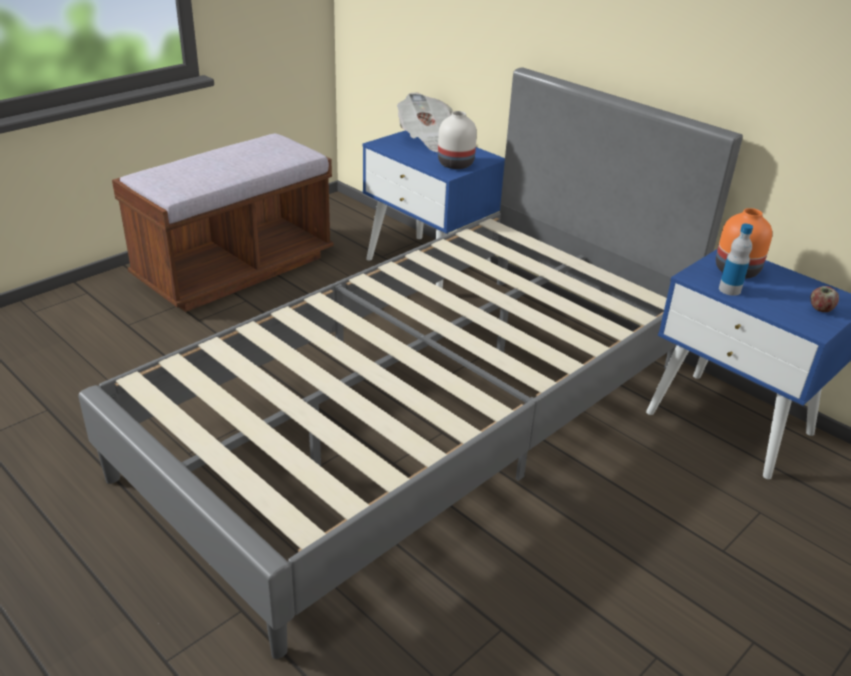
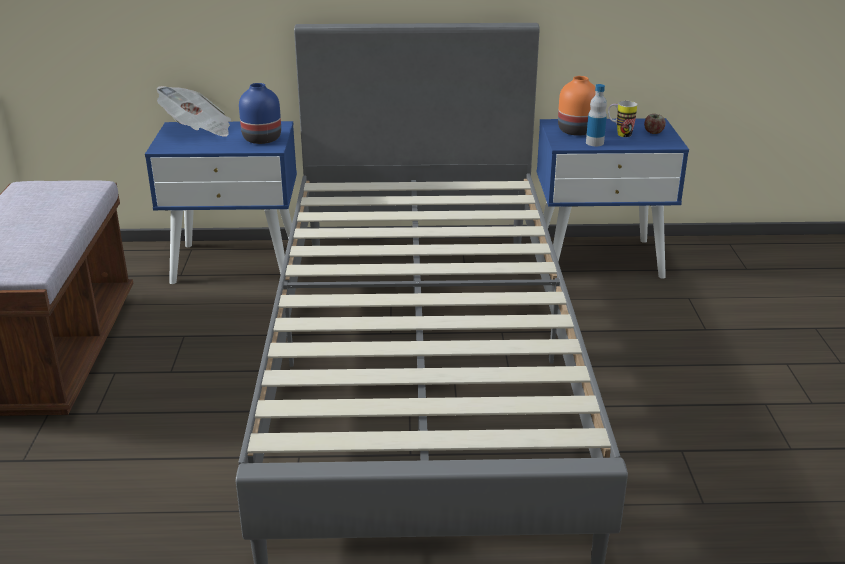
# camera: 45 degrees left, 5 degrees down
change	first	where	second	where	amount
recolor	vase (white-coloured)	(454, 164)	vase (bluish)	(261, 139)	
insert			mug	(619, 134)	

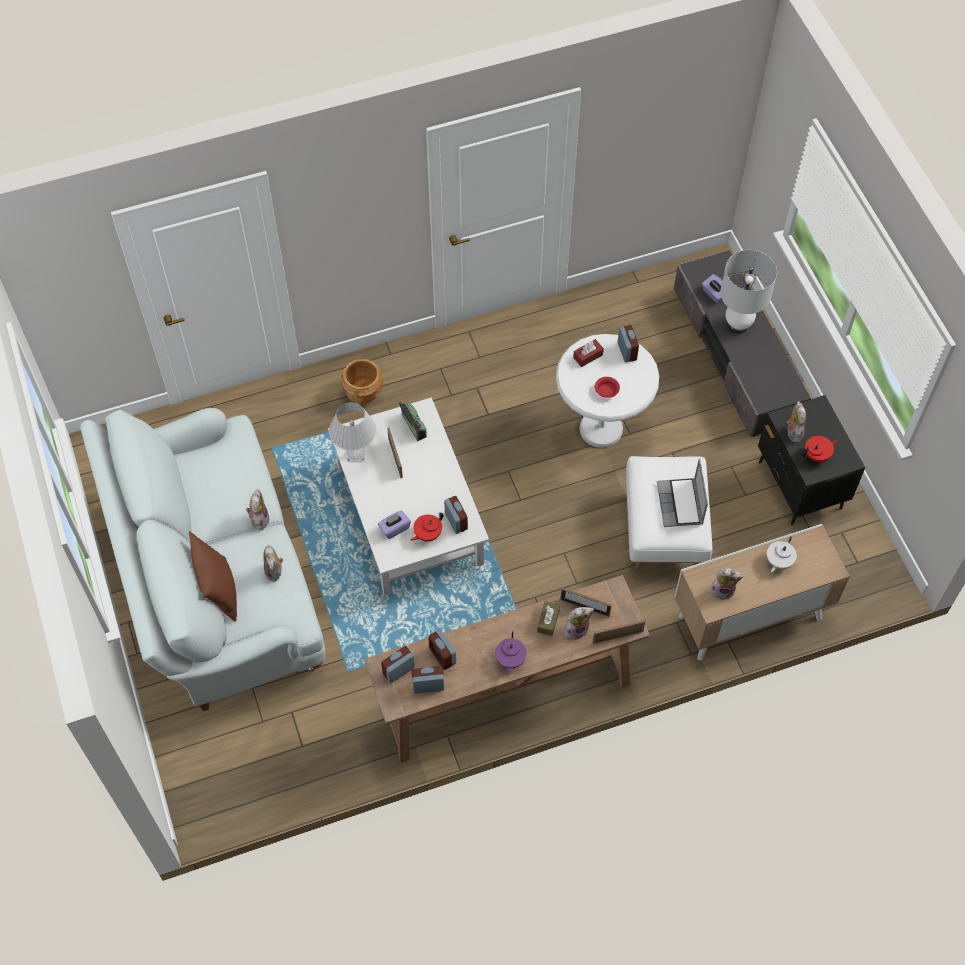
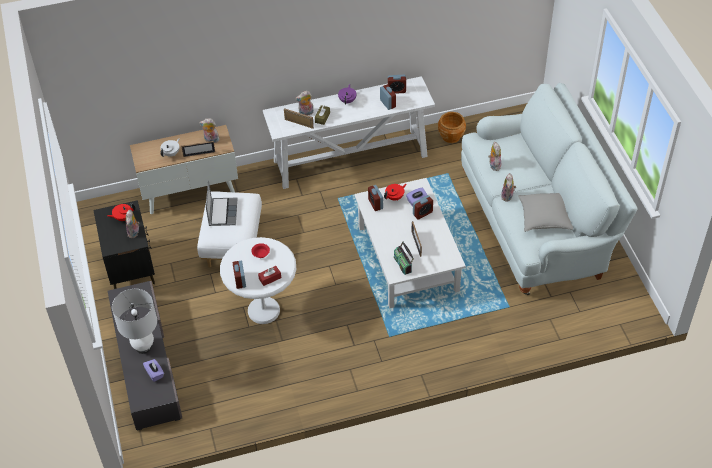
# camera: 175 degrees left, 10 degrees down
change	first	where	second	where	amount
move	plant pot (brown)	(363, 392)		(451, 136)	
delete	table lamp (white-coloured)	(356, 454)			
delete	pillow (brown)	(219, 591)			
recolor	console table (brown)	(504, 695)	console table (white-coloured)	(351, 158)	
move	standing frame	(618, 637)		(199, 154)	
move	bedside clock	(398, 670)		(422, 213)	
insert			pillow (greyish)	(544, 217)	

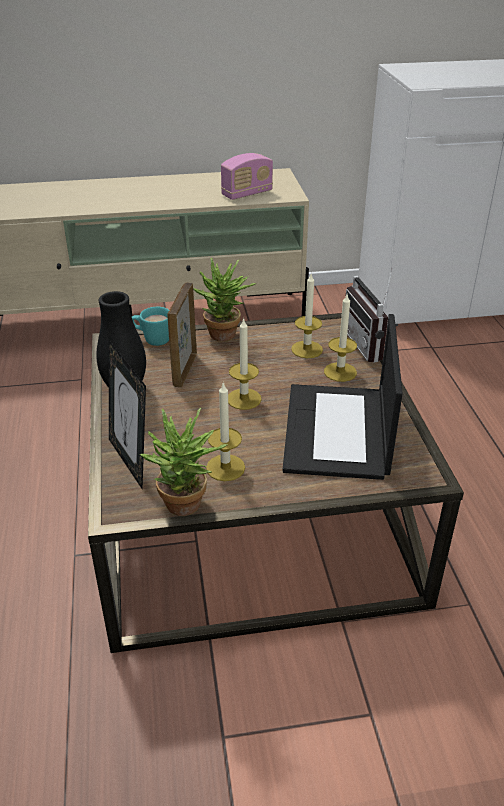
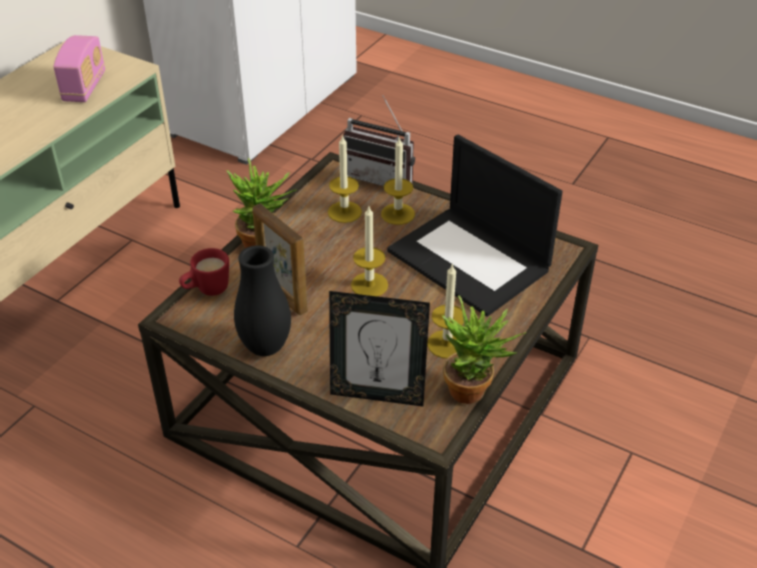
# camera: 50 degrees left, 5 degrees up
change	first	where	second	where	amount
recolor	mug (turquoise)	(152, 339)	mug (reddish)	(206, 290)	

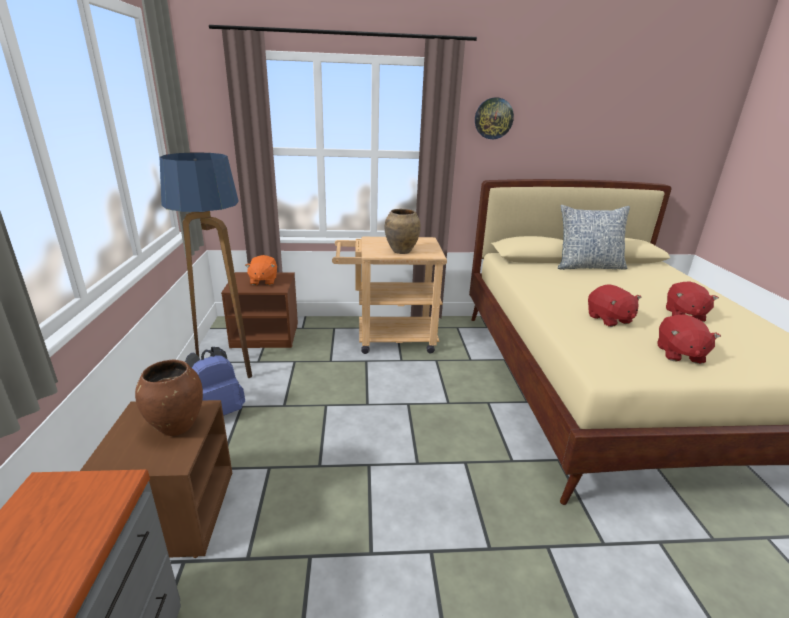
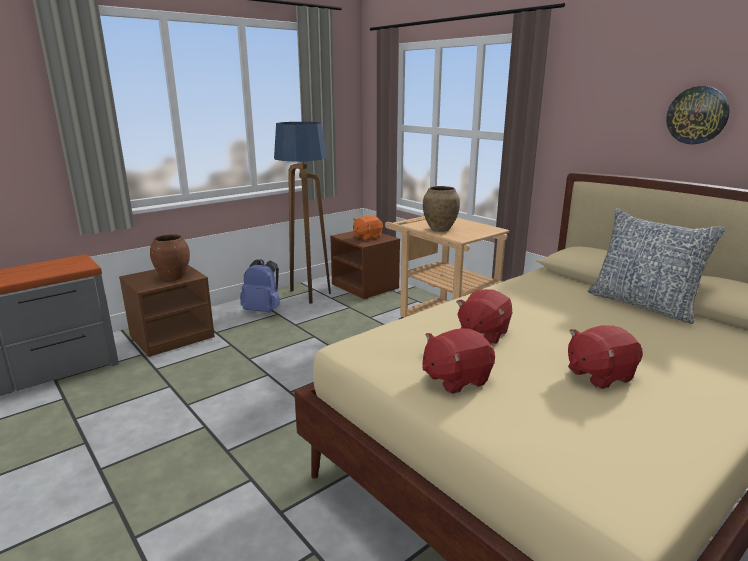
# camera: 55 degrees right, 5 degrees down
change	first	where	second	where	amount
move	wall clock	(493, 118)		(697, 115)	

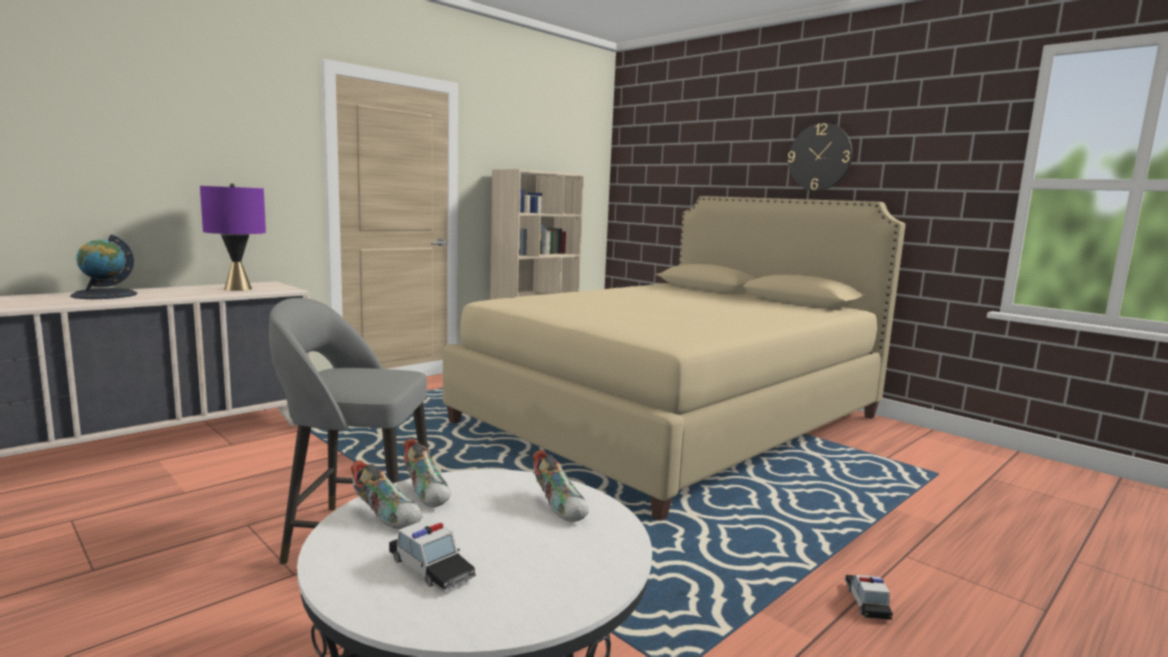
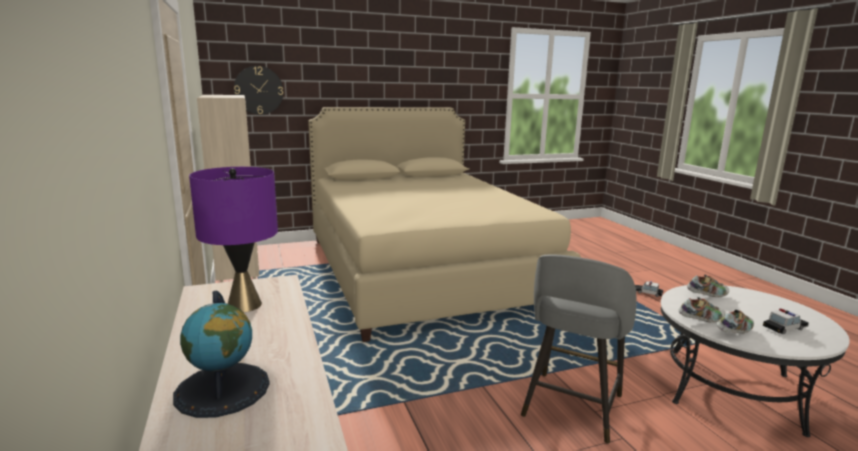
# camera: 65 degrees left, 5 degrees up
change	first	where	second	where	amount
move	wall clock	(820, 157)		(259, 90)	

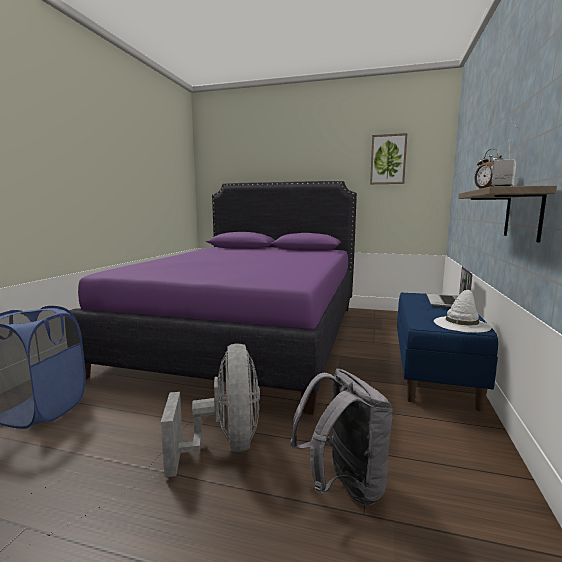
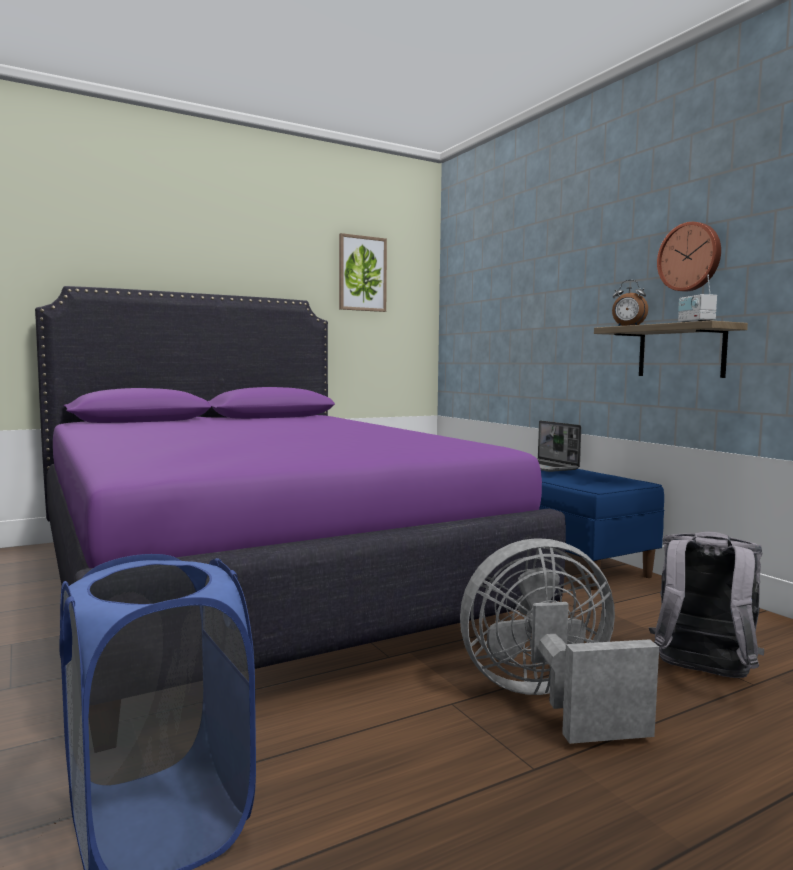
# camera: 45 degrees left, 5 degrees down
change	first	where	second	where	amount
delete	clothing hat (white-coloured)	(461, 324)			
rotate	fan (greyish)	(225, 445)		(548, 701)	45 degrees counterclockwise
insert			wall clock	(690, 257)	

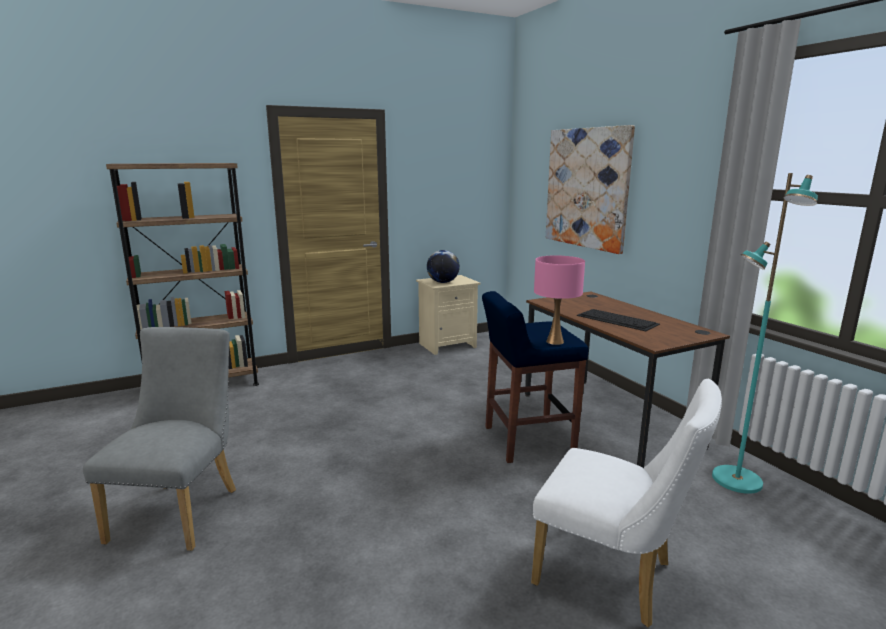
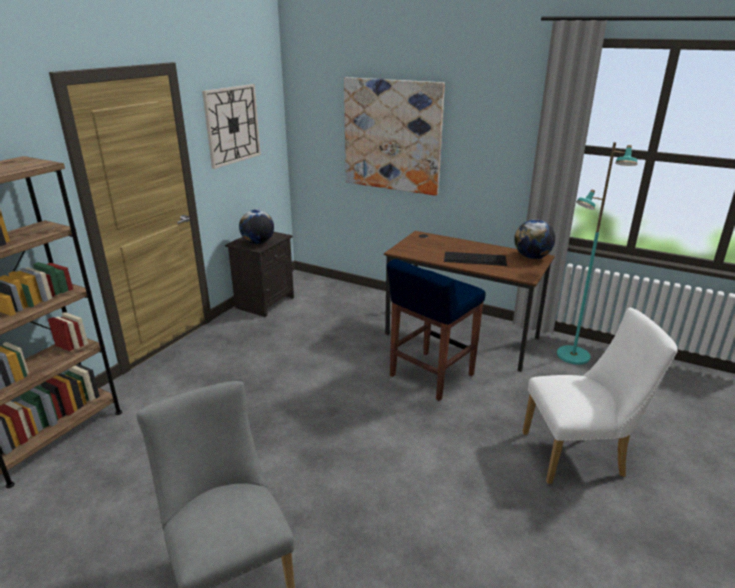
# camera: 35 degrees left, 10 degrees up
change	first	where	second	where	amount
delete	table lamp (pinkish)	(554, 341)			
recolor	night table (beige)	(447, 345)	night table (black)	(264, 302)	
insert			wall clock	(232, 125)	
insert			globe	(532, 257)	

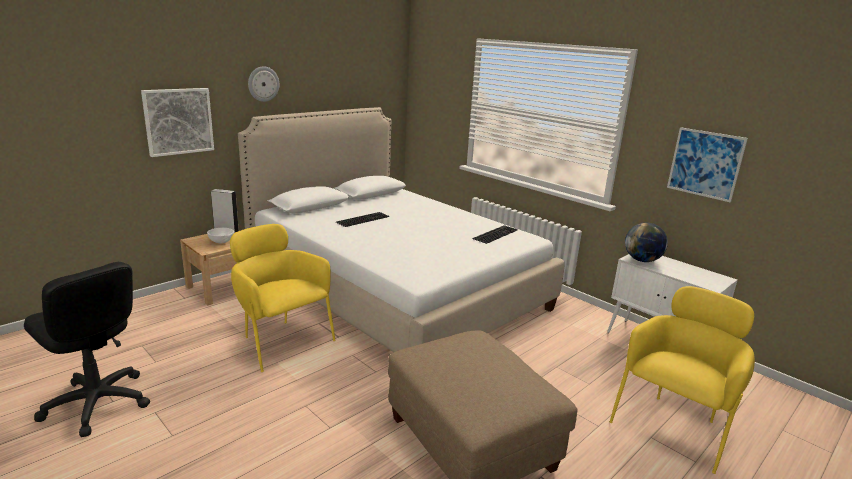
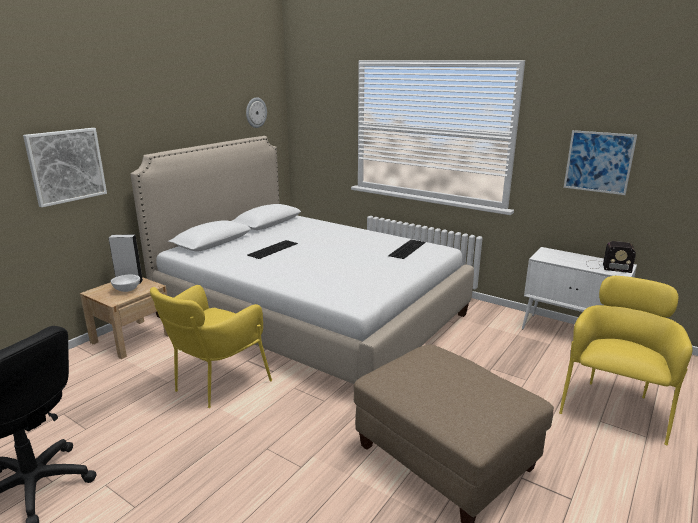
# camera: 10 degrees left, 0 degrees up
change	first	where	second	where	amount
move	wall clock	(263, 84)		(255, 112)	
delete	globe	(642, 260)			
rotate	easy chair (yellow)	(280, 341)		(214, 384)	90 degrees counterclockwise
insert			radio receiver	(606, 266)	

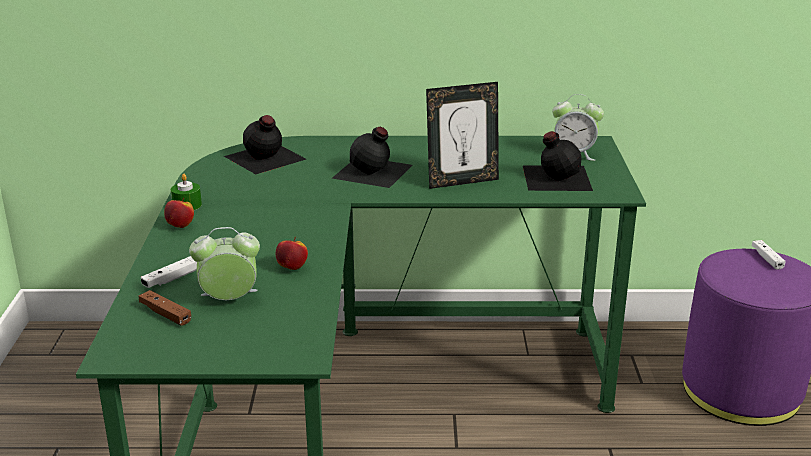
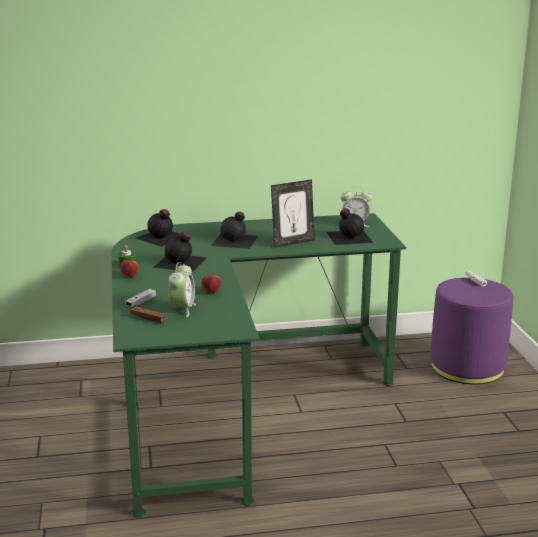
# camera: 10 degrees left, 5 degrees down
change	first	where	second	where	amount
rotate	bedside clock	(229, 300)		(182, 309)	120 degrees clockwise
insert			drink bottle (black)	(181, 262)	

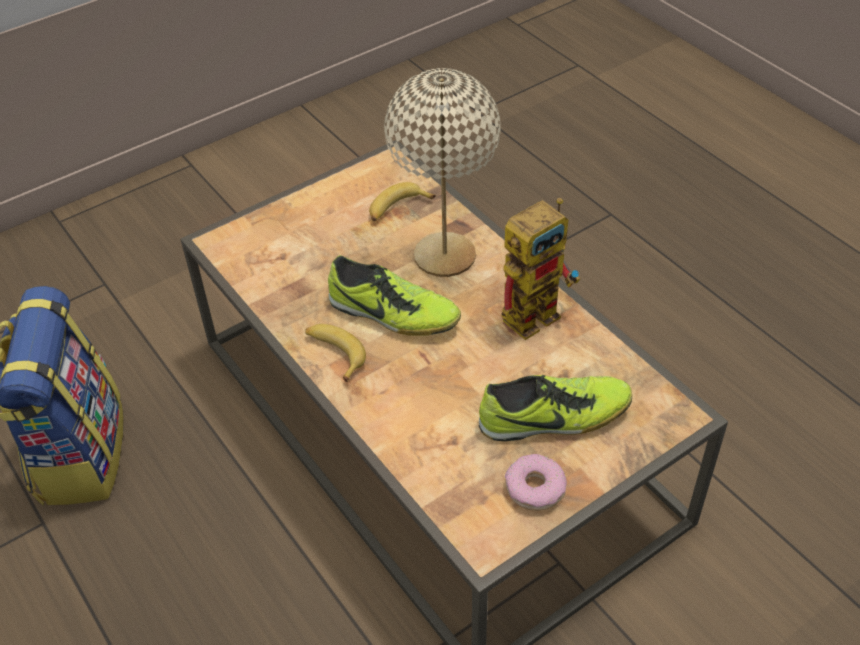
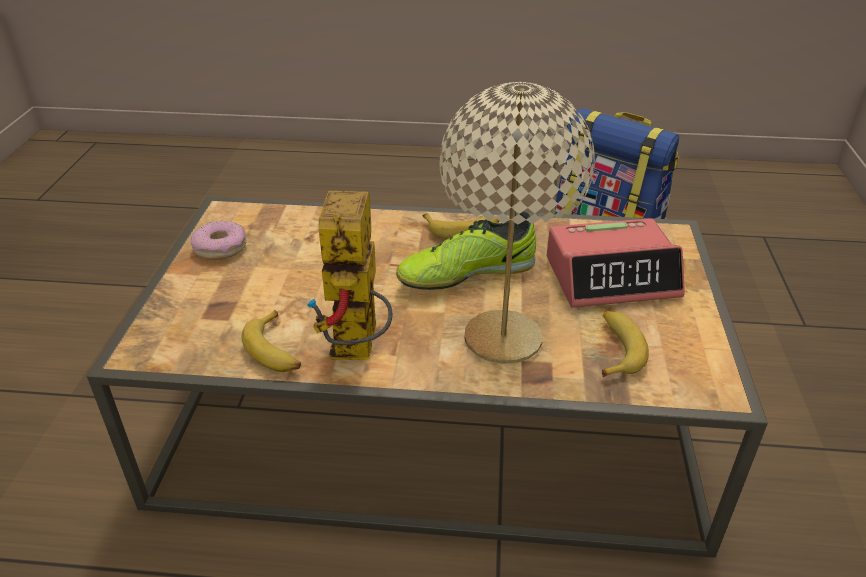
# camera: 130 degrees right, 10 degrees down
change	first	where	second	where	amount
delete	item of footwear	(554, 418)			
insert			bedside clock	(612, 277)	
insert			banana fruit	(276, 350)	

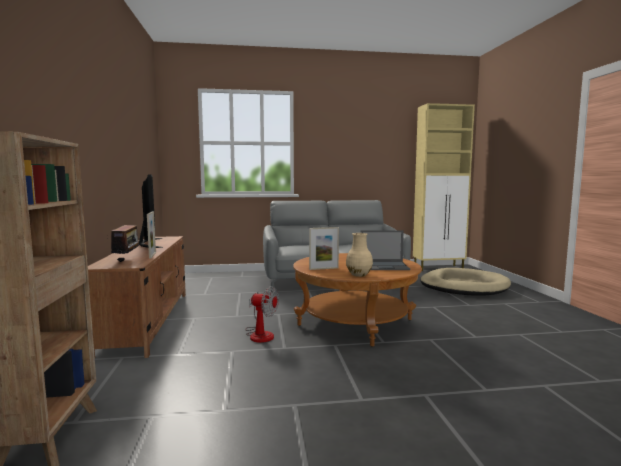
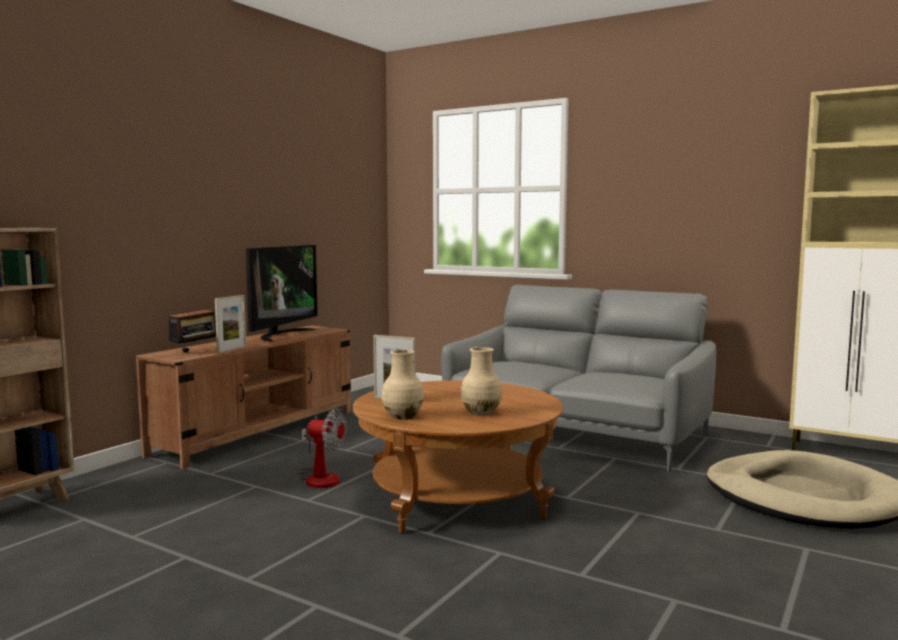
# camera: 40 degrees right, 0 degrees up
change	first	where	second	where	amount
replace	laptop	(384, 266)	vase (beige)	(481, 412)	
rotate	fan	(260, 334)		(320, 477)	45 degrees counterclockwise

